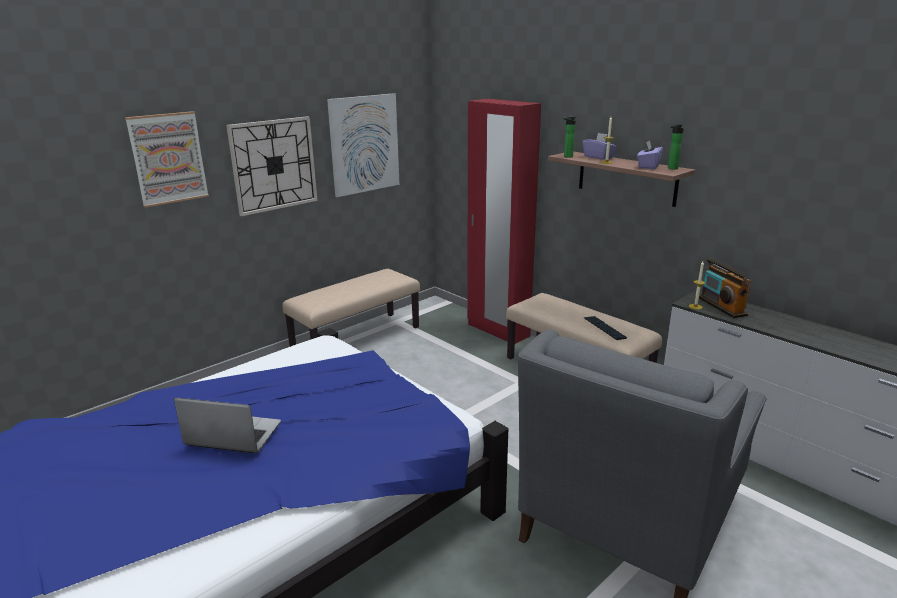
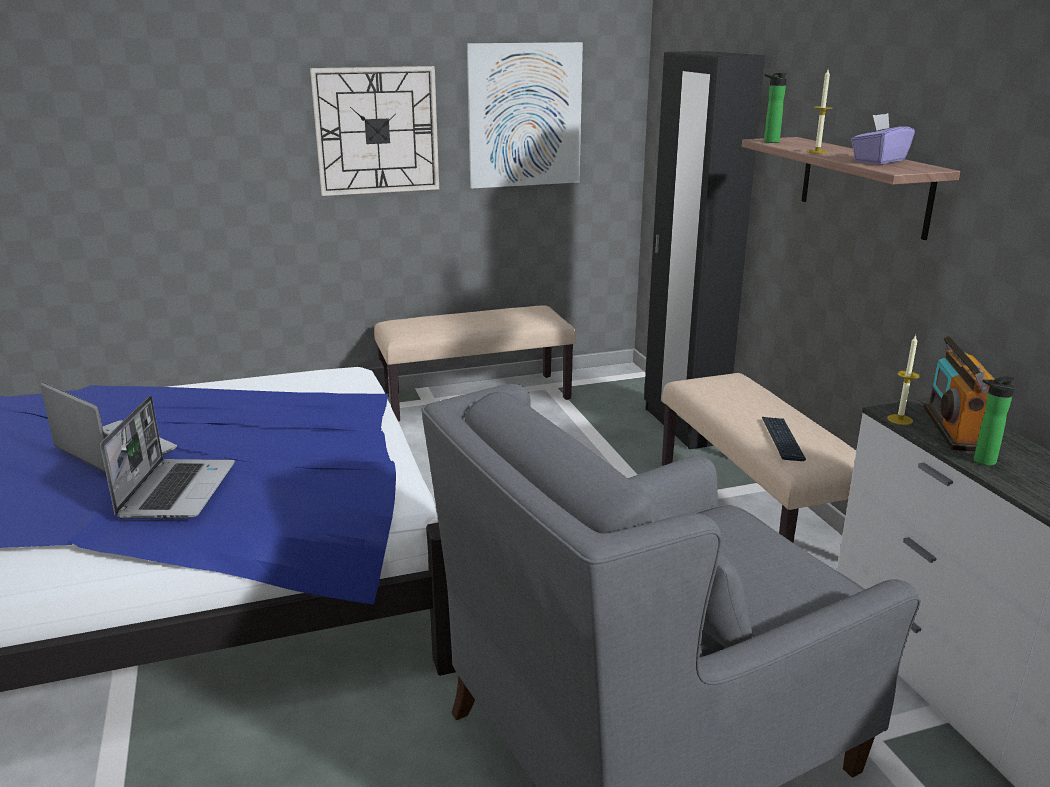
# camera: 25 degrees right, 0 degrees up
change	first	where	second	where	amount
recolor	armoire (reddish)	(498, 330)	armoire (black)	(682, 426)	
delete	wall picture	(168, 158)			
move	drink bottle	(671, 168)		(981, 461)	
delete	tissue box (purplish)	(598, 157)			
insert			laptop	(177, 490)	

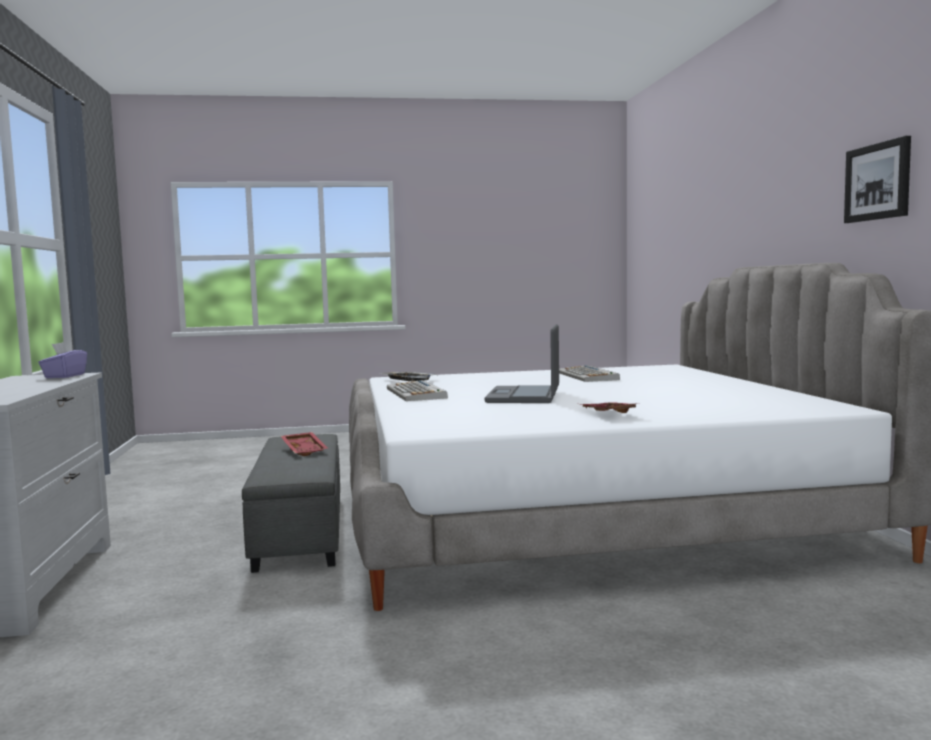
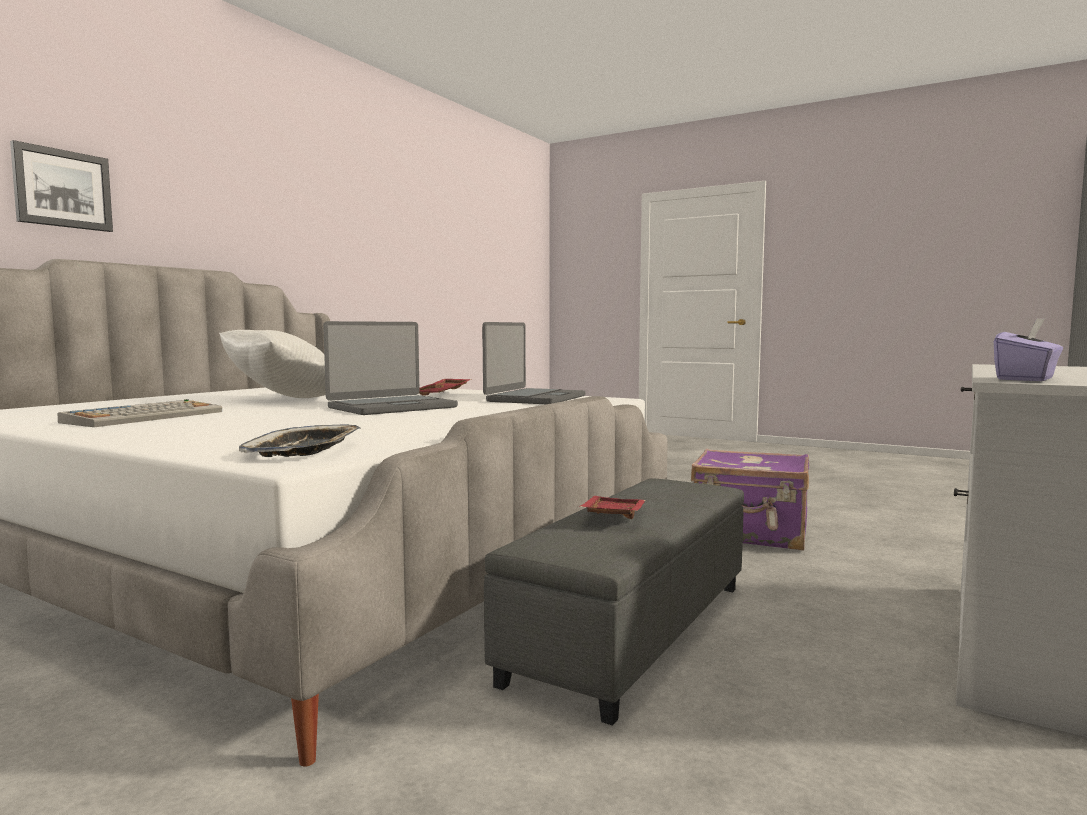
# camera: 140 degrees left, 0 degrees up
change	first	where	second	where	amount
move	wall picture	(878, 182)		(62, 189)	
delete	keyboard	(416, 393)			
insert			laptop	(535, 398)	
insert			pillow (white-coloured)	(284, 399)	
insert			travel case (purplish)	(751, 534)	

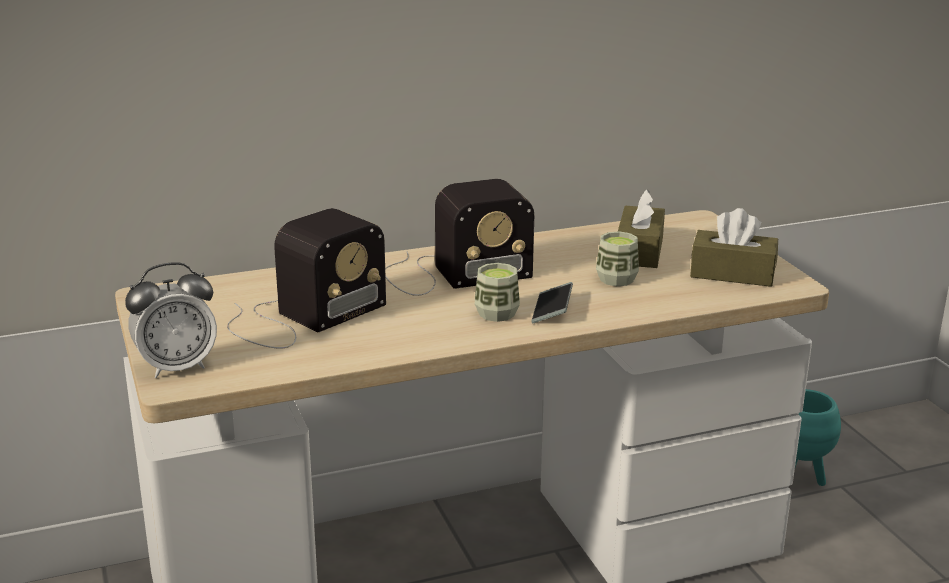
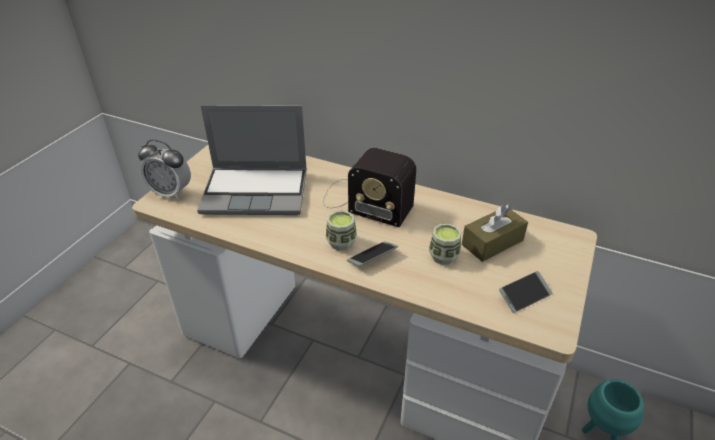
# camera: 45 degrees right, 15 degrees up
change	first	where	second	where	amount
replace	radio receiver	(301, 317)	laptop	(257, 191)	
replace	tissue box (brown)	(732, 273)	handset	(524, 295)	

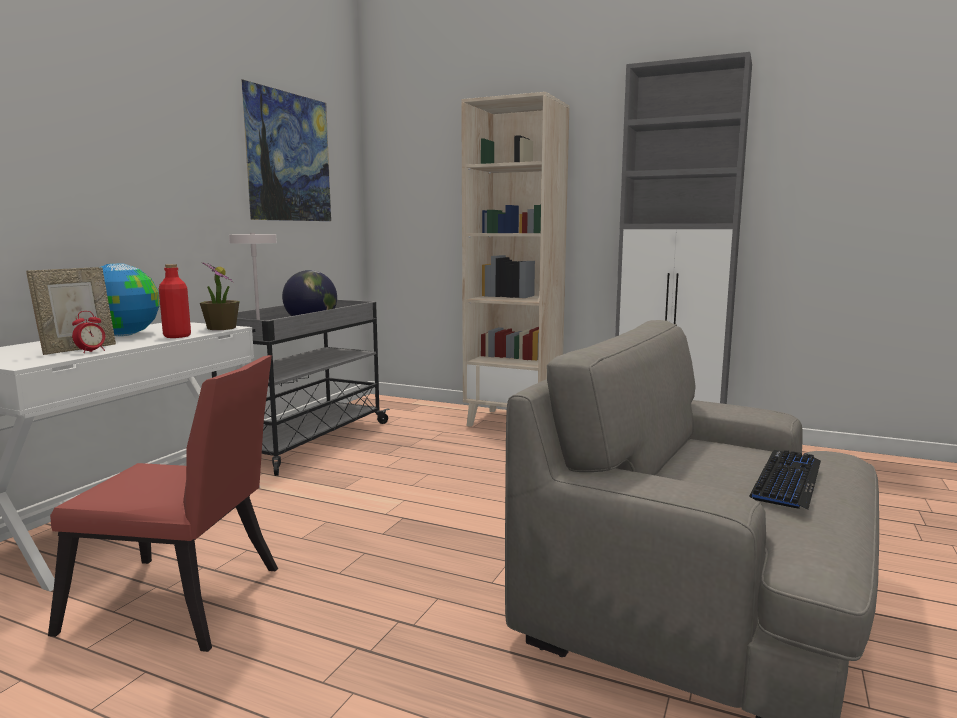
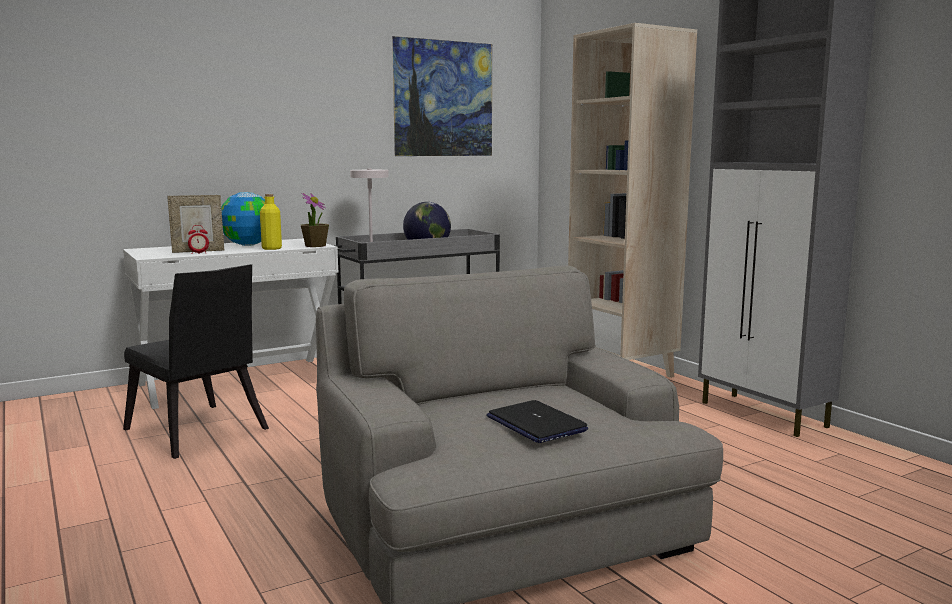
# camera: 35 degrees right, 0 degrees up
change	first	where	second	where	amount
recolor	drink bottle (reddish)	(177, 336)	drink bottle (yellow)	(271, 248)	
recolor	plain chair (reddish)	(184, 604)	plain chair (black)	(198, 433)	
replace	keyboard	(786, 480)	laptop	(535, 424)	

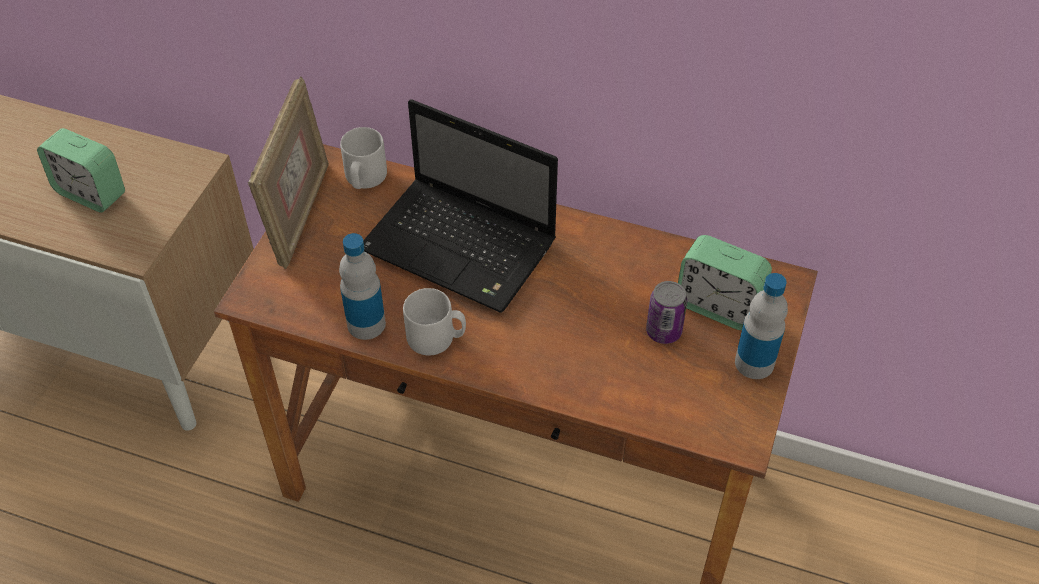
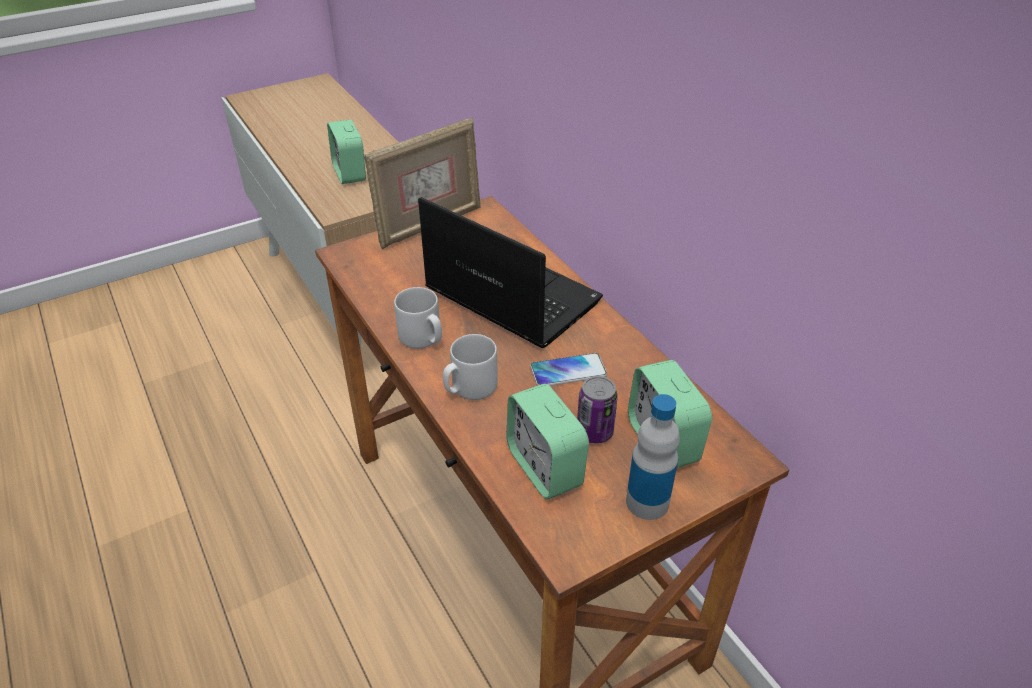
# camera: 40 degrees right, 10 degrees down
change	first	where	second	where	amount
rotate	laptop	(462, 247)		(508, 295)	150 degrees clockwise
move	mug (greyish)	(364, 178)		(469, 388)	
delete	drink bottle	(366, 324)			
insert			handset	(568, 371)	
insert			bedside clock	(544, 467)	

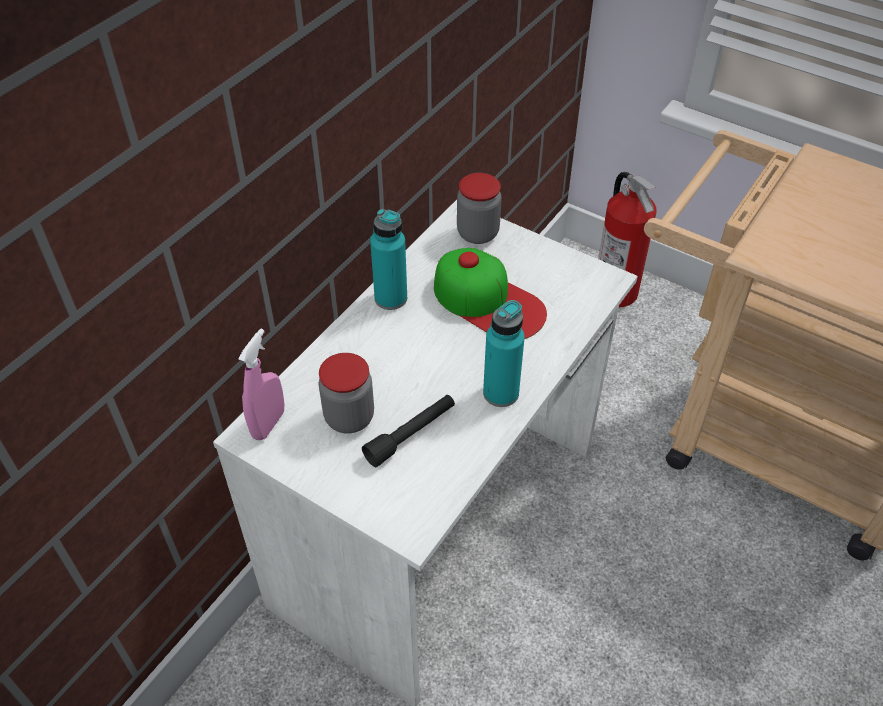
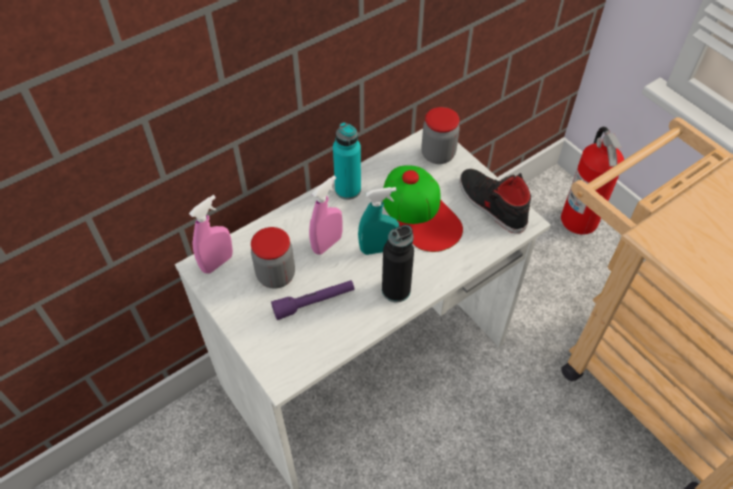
# camera: 20 degrees right, 5 degrees up
change	first	where	second	where	amount
recolor	drink bottle (turquoise)	(501, 393)	drink bottle (black)	(396, 290)	
recolor	hand torch (black)	(411, 435)	hand torch (purplish)	(314, 303)	
insert			item of footwear (black)	(491, 204)	
insert			sprayer (pinkish)	(327, 244)	
insert			sprayer (turquoise)	(378, 249)	

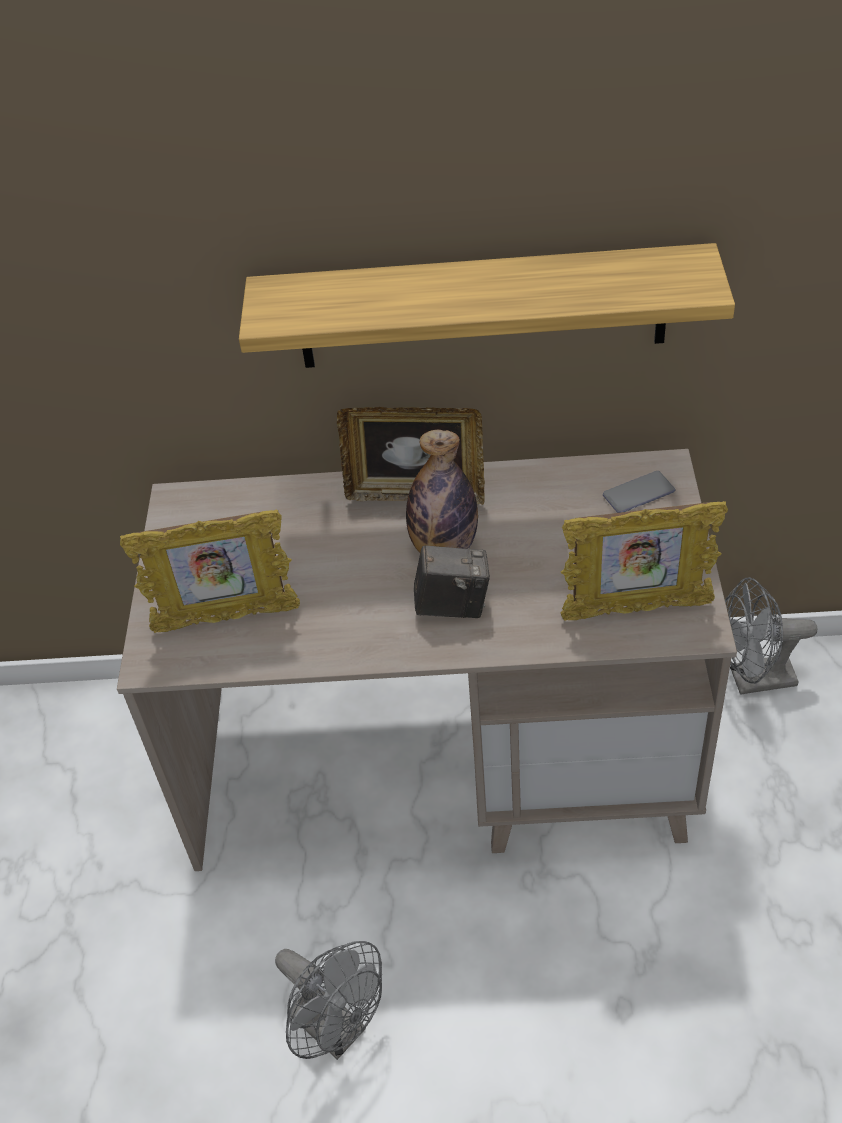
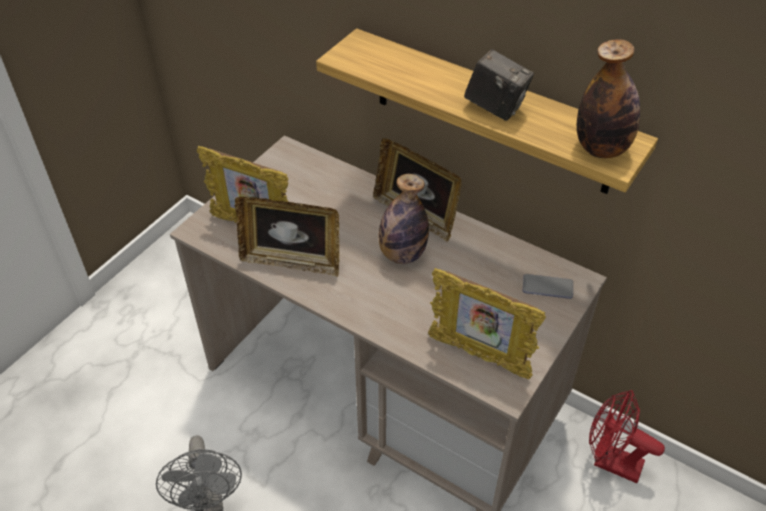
# camera: 30 degrees right, 0 degrees up
change	first	where	second	where	amount
move	still camera	(452, 605)		(495, 107)	
recolor	fan (greyish)	(753, 680)	fan (reddish)	(610, 461)	
insert			drink bottle	(601, 148)	
insert			standing frame	(291, 261)	

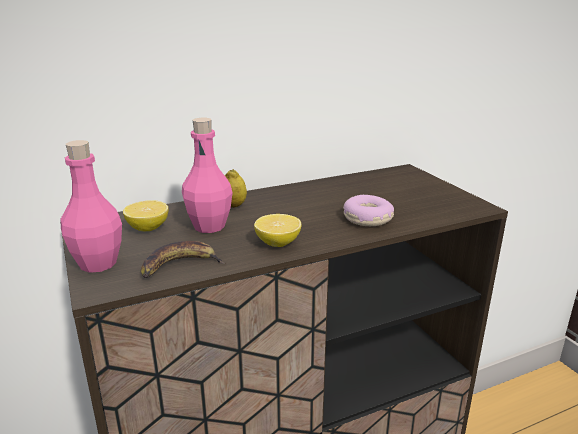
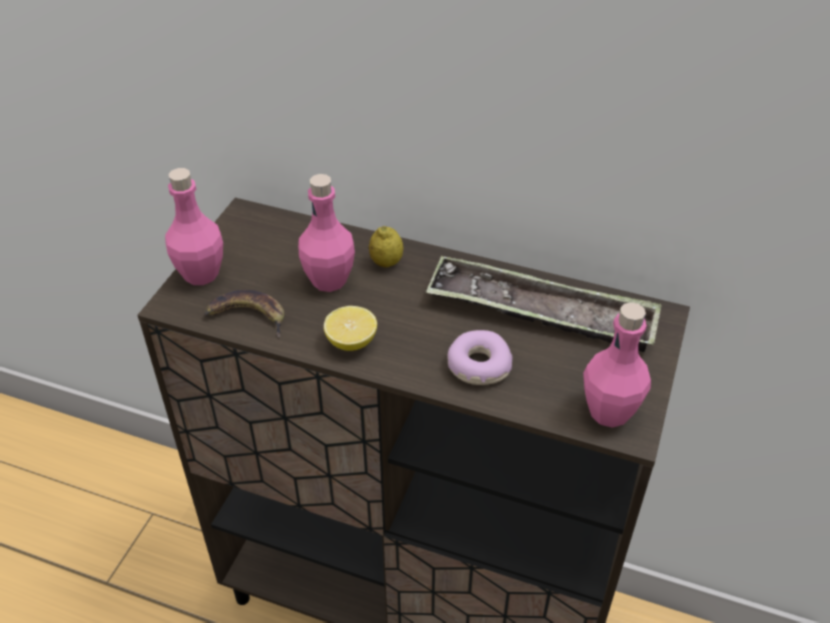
# camera: 45 degrees right, 20 degrees up
change	first	where	second	where	amount
delete	citrus fruit	(148, 228)			
insert			serving tray	(541, 312)	
insert			drink bottle (pinkish)	(609, 412)	

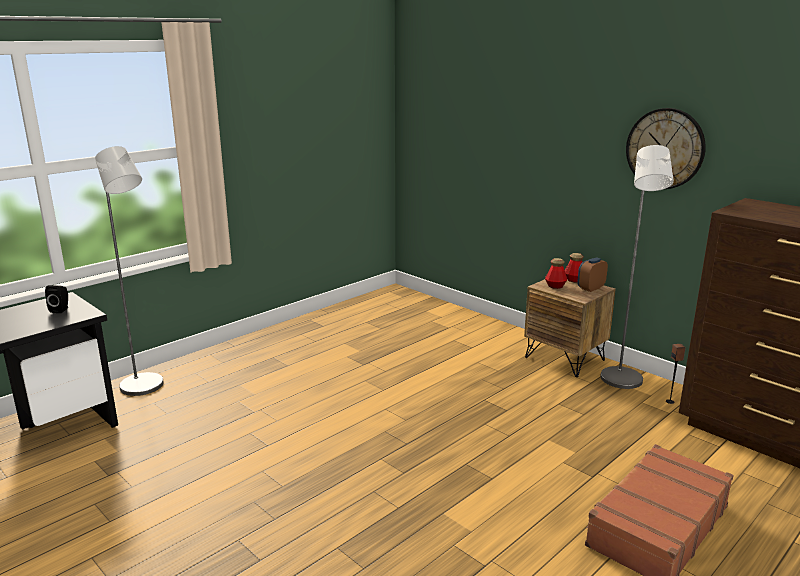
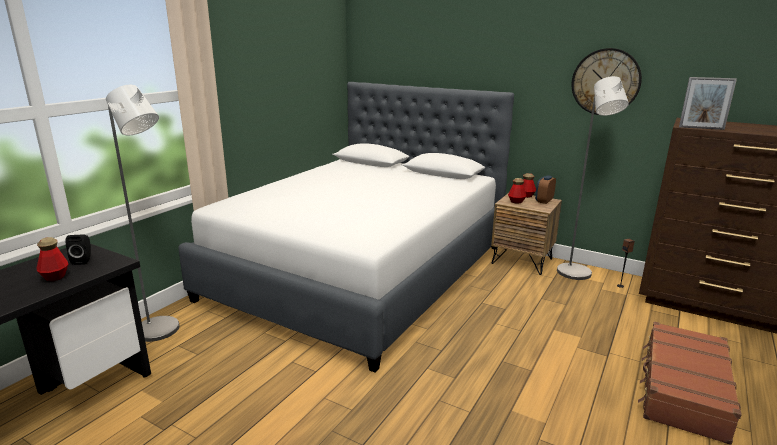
# camera: 15 degrees left, 0 degrees up
change	first	where	second	where	amount
insert			standing frame	(701, 128)	
insert			sleeping bed (white-coloured)	(362, 271)	
insert			drink bottle	(55, 277)	

